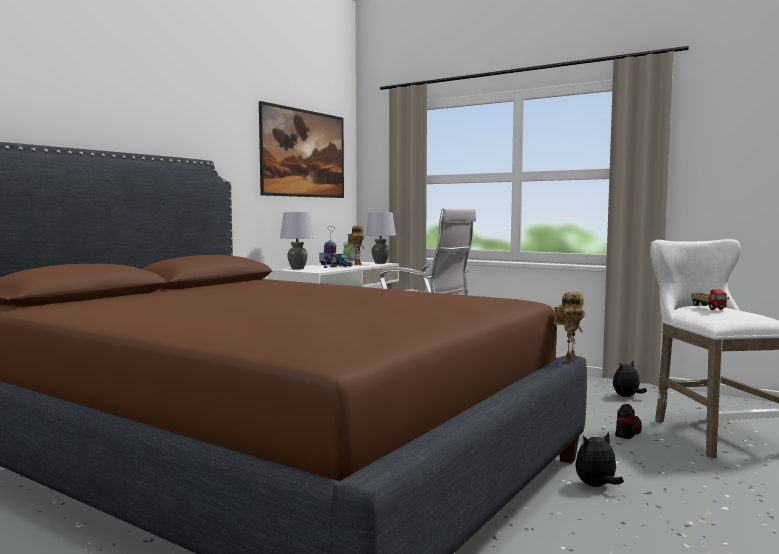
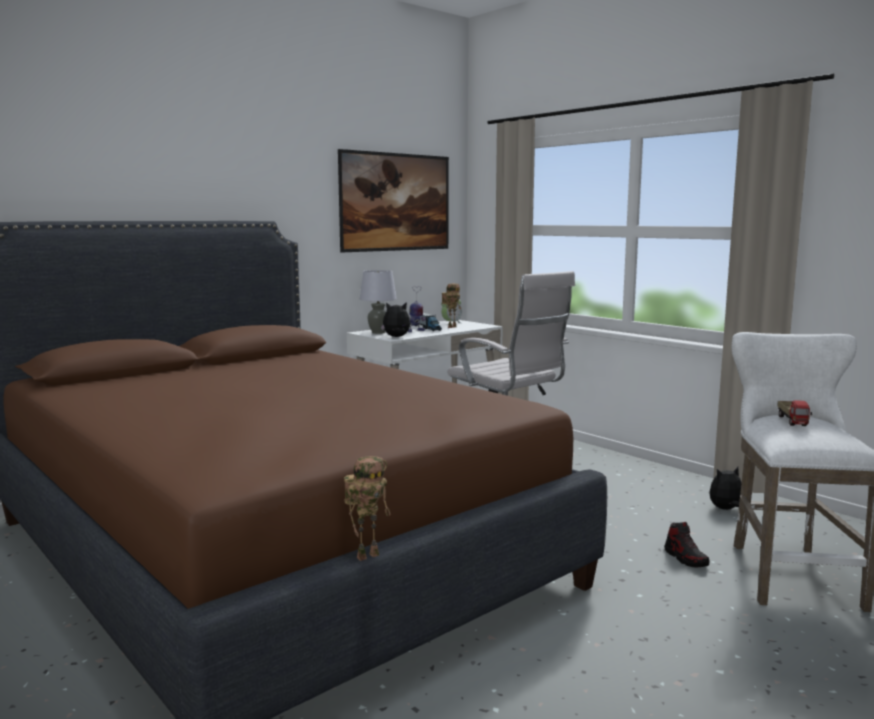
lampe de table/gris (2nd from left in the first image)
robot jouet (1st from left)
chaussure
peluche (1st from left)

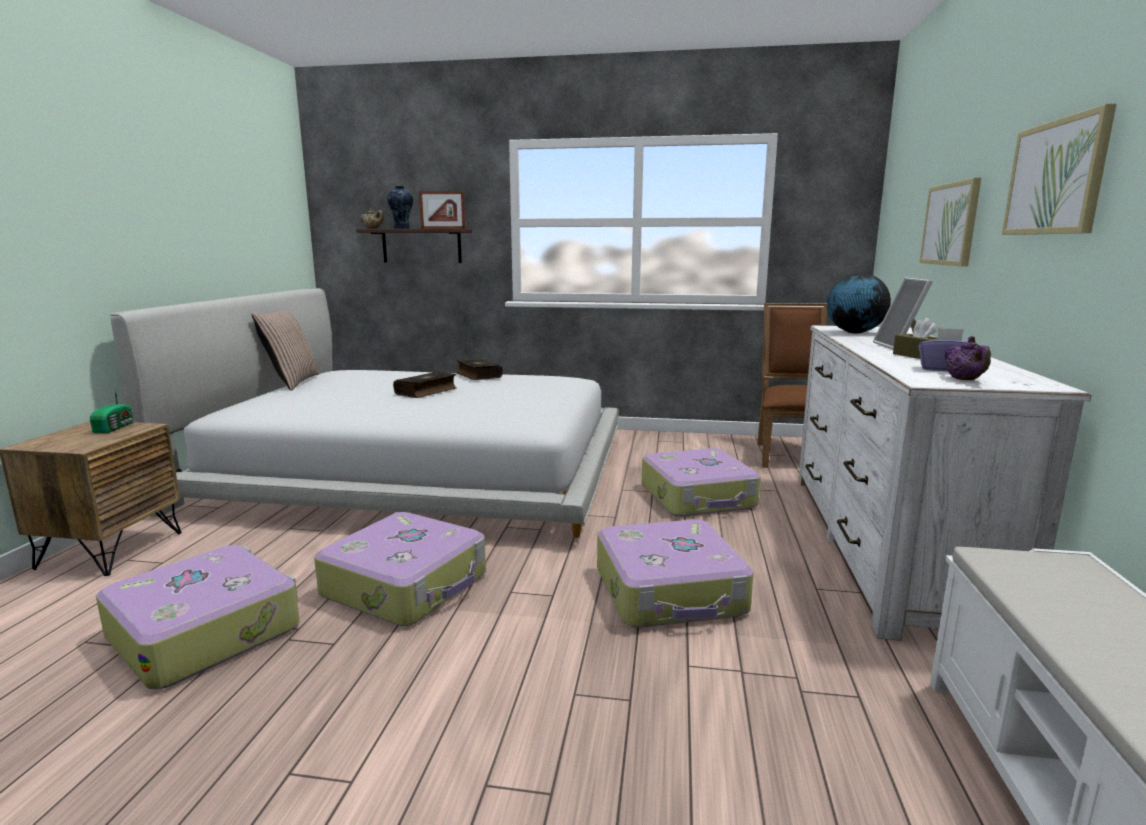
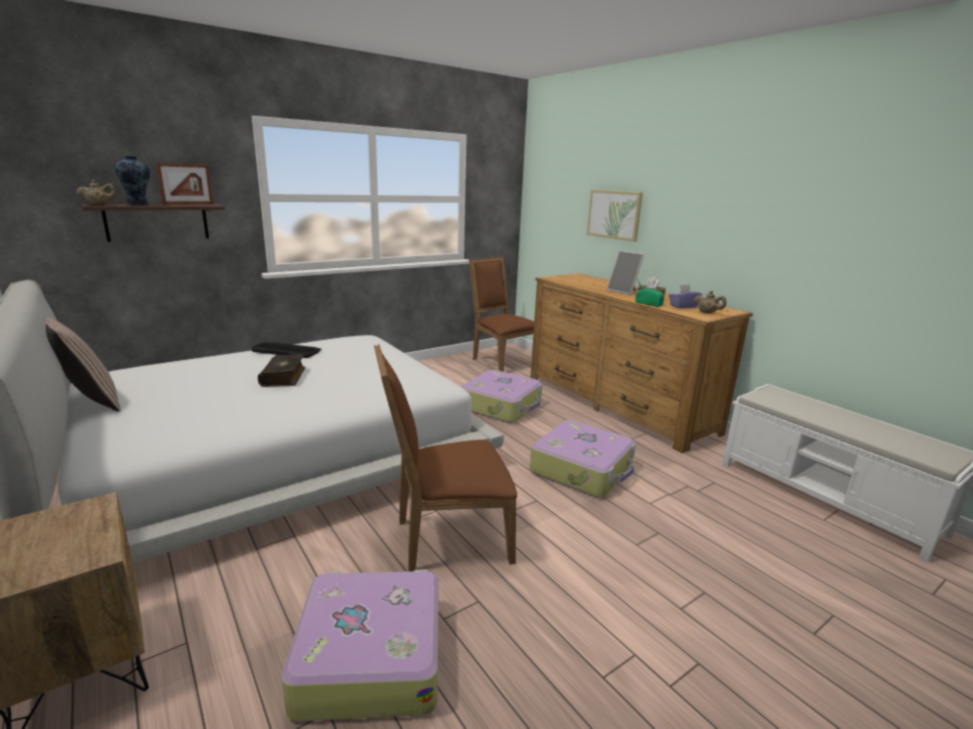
tableau (2nd from left in the first image)
globe
commode/marron
théière/beige (2nd from left)
clavier
radio
chaise/marron (1st from left)

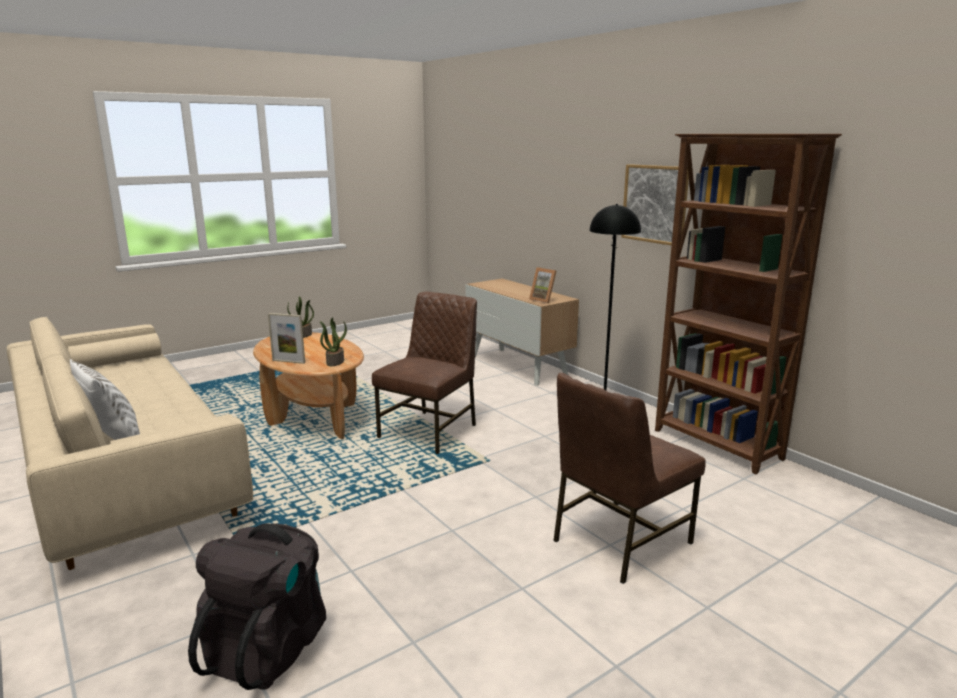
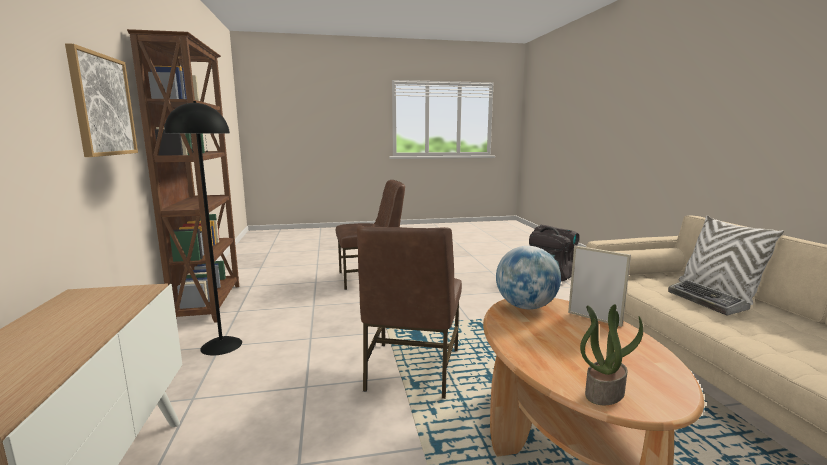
cadre photo (2nd from left in the first image)
chaise/marron (2nd from left)
globe
clavier

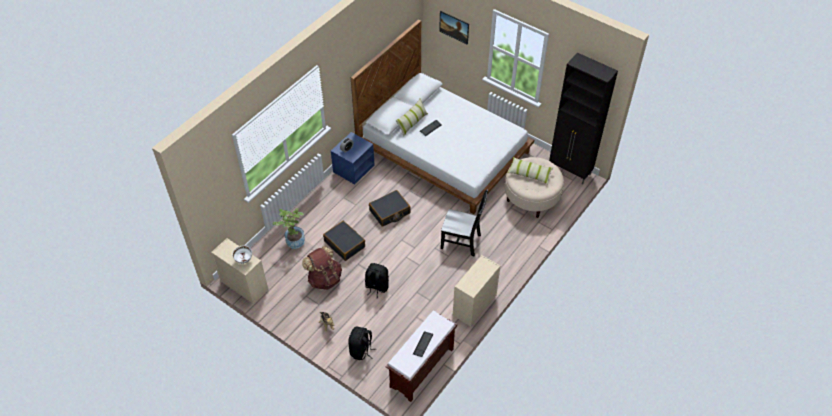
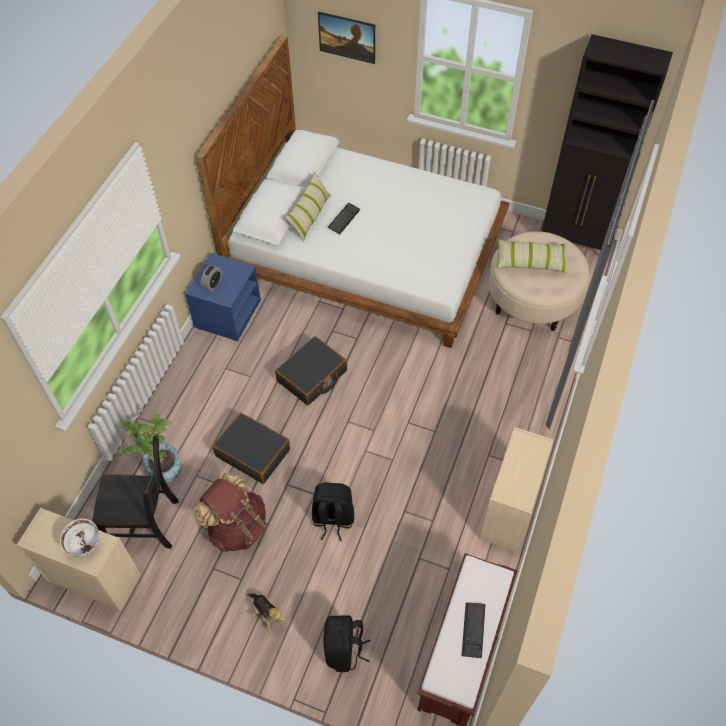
chaise/noir

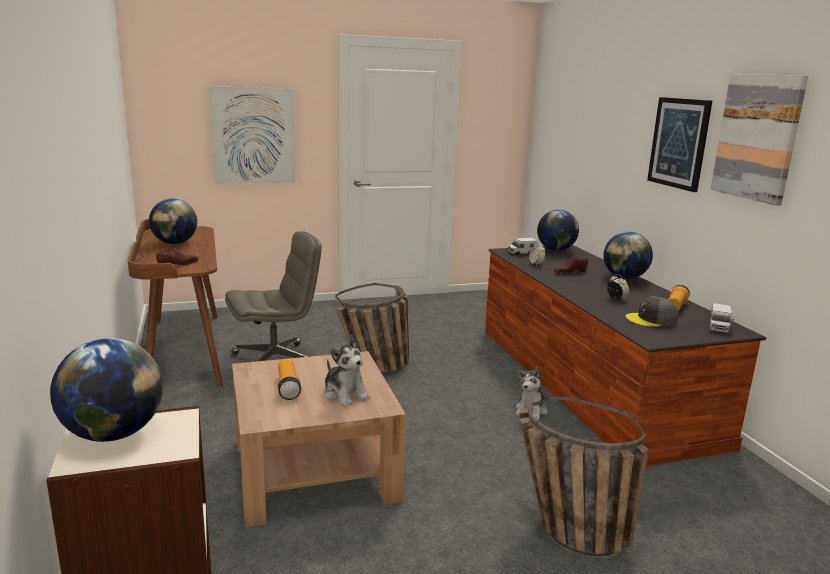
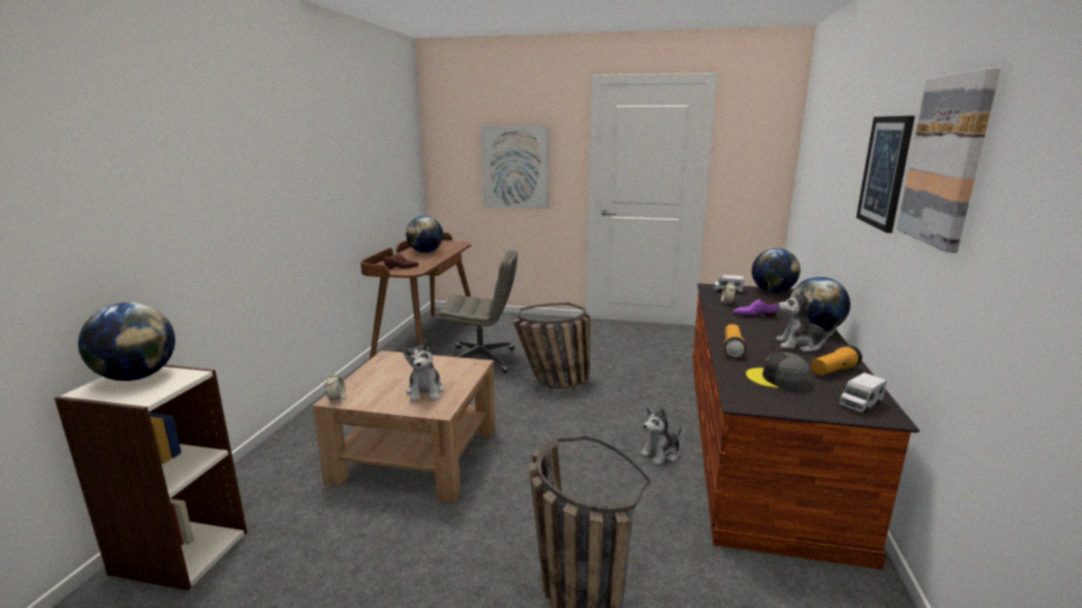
chaussure/violet
réveil (1st from left)
lampe de poche (1st from left)
peluche (3rd from left)

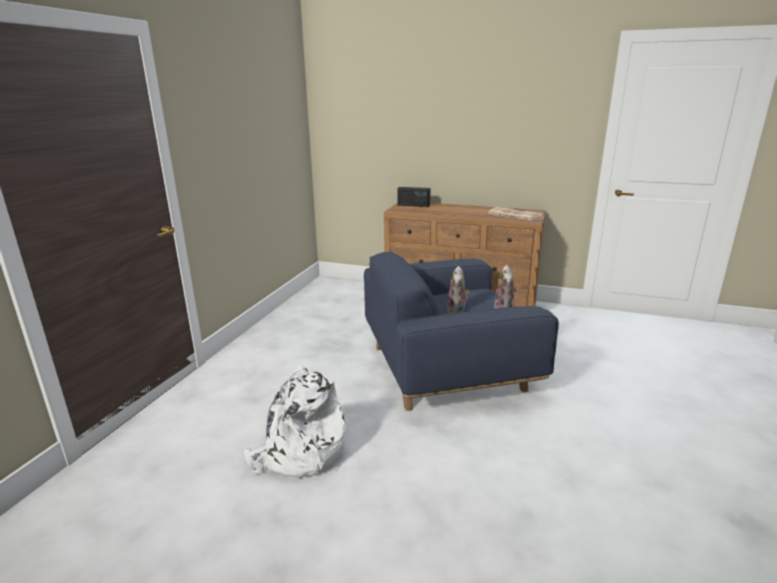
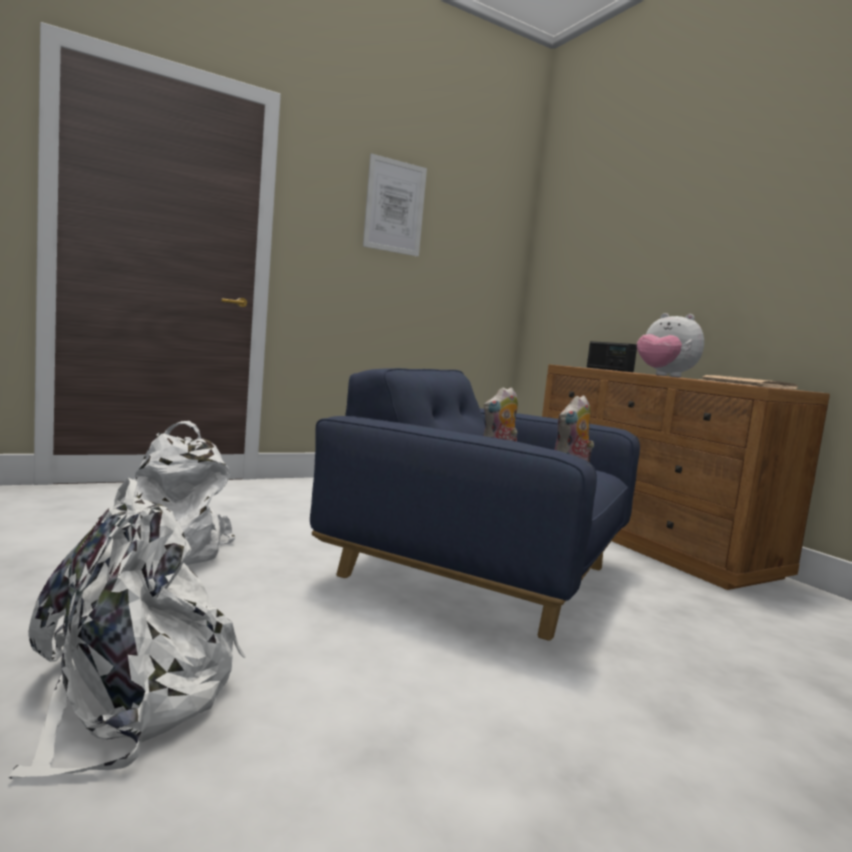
tableau
peluche (3rd from left)
sac à dos/blanc (1st from left)

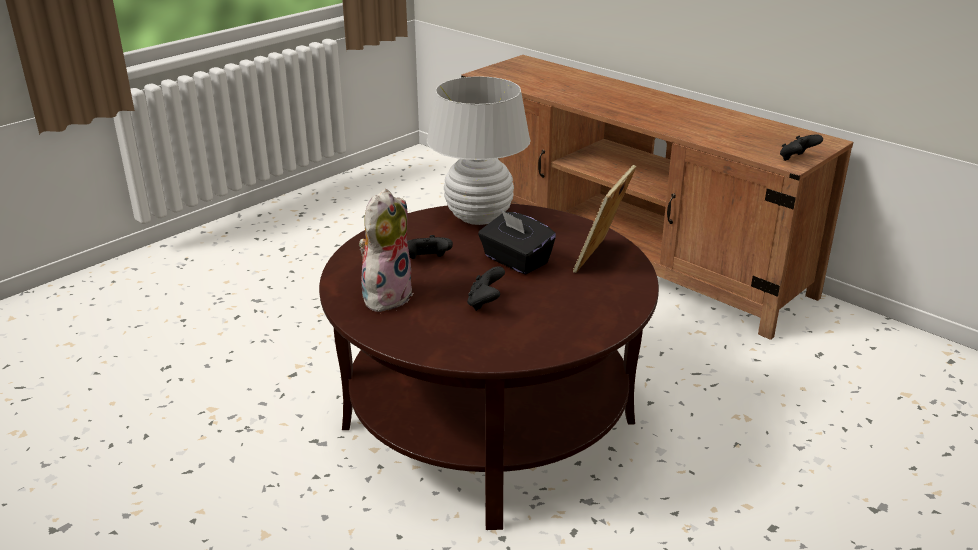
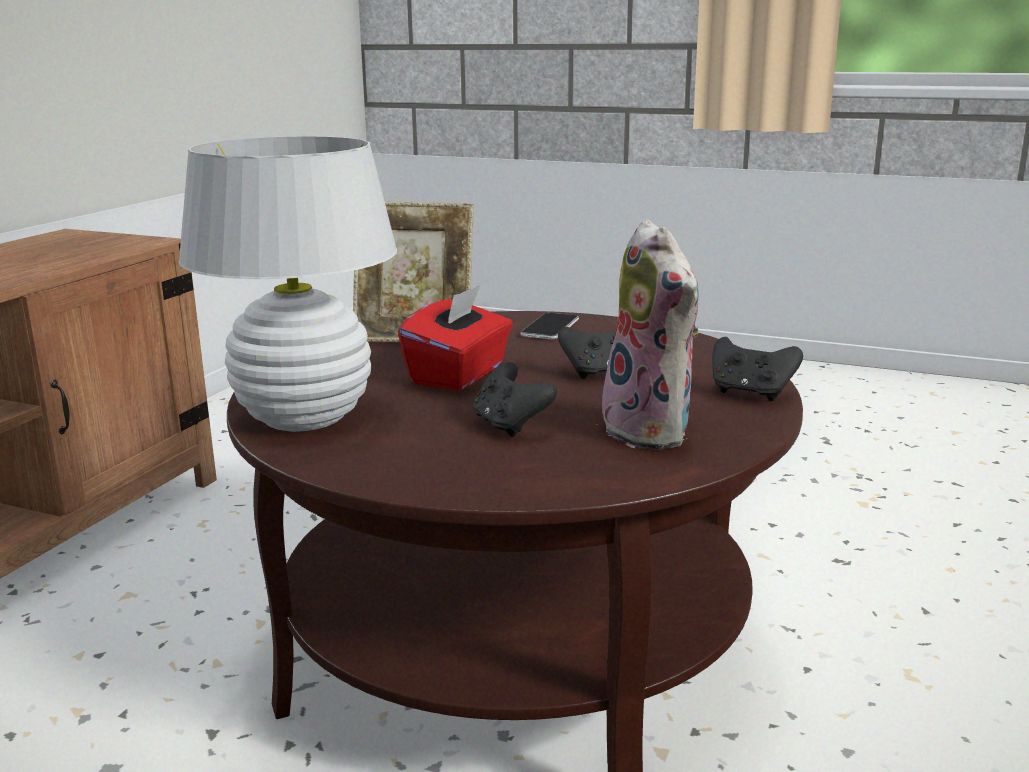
manette/noir (3rd from left)
peluche
boîte à mouchoirs/rouge
téléphone

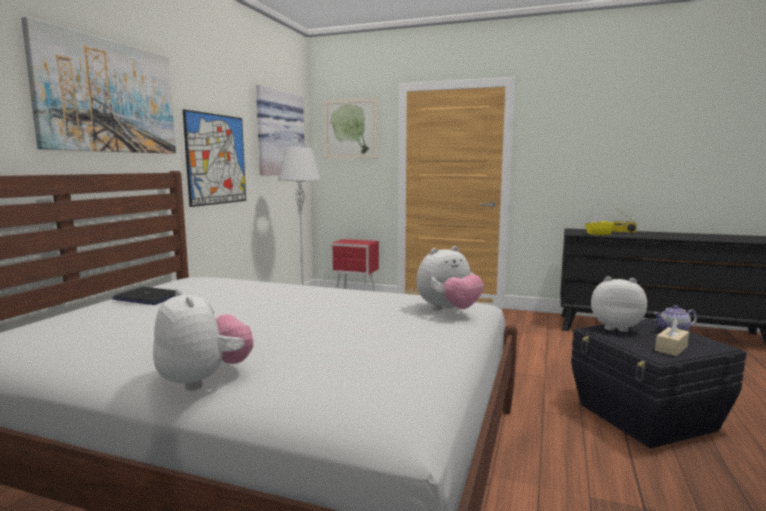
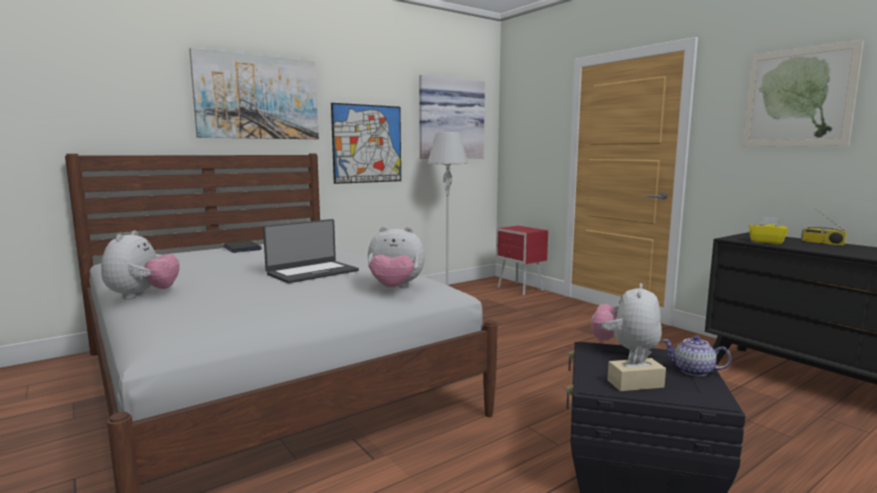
tableau (4th from left)
peluche (3rd from left)
ordinateur portable (2nd from left)

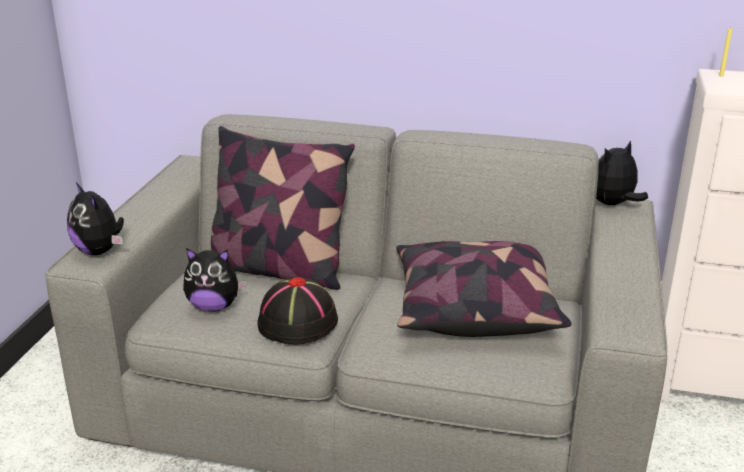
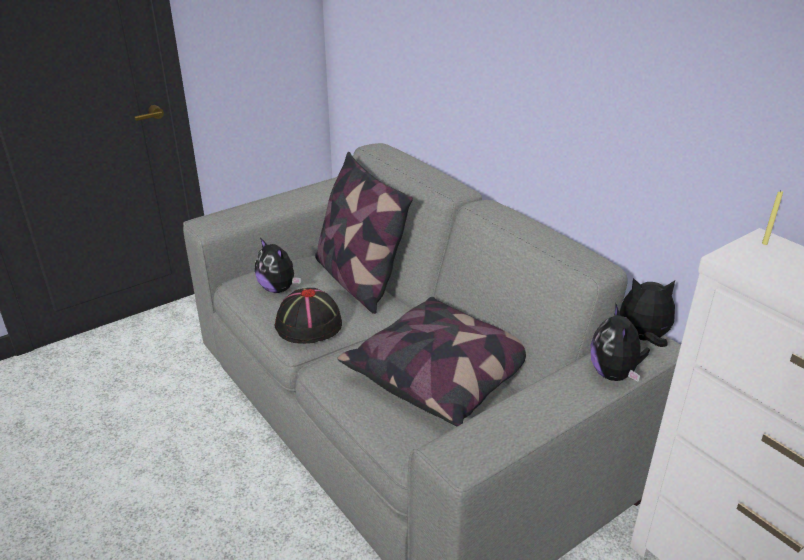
peluche (2nd from left)

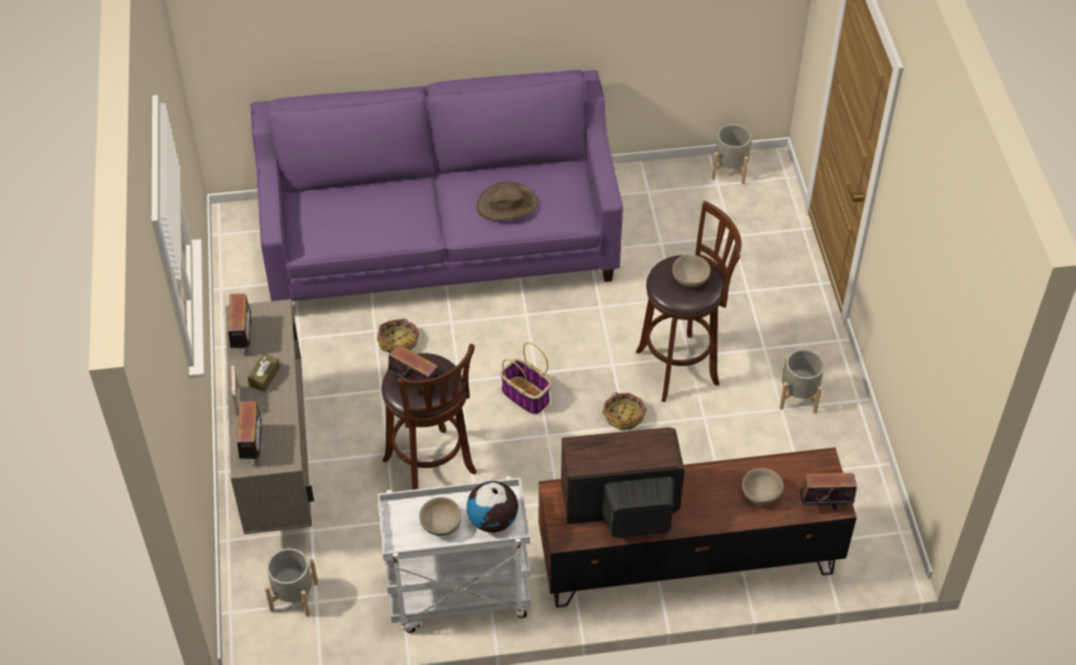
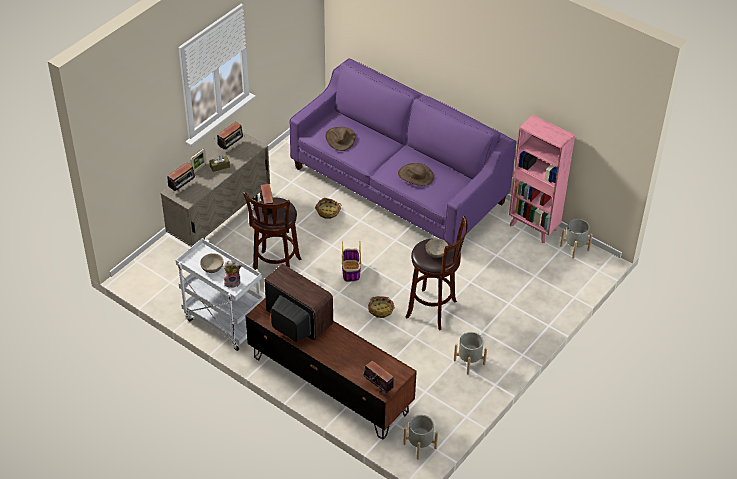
bol/beige (3rd from left in the first image)
peluche
cache-pot/gris (1st from left)
bibliothèque/rose
chapeau/marron (1st from left)

